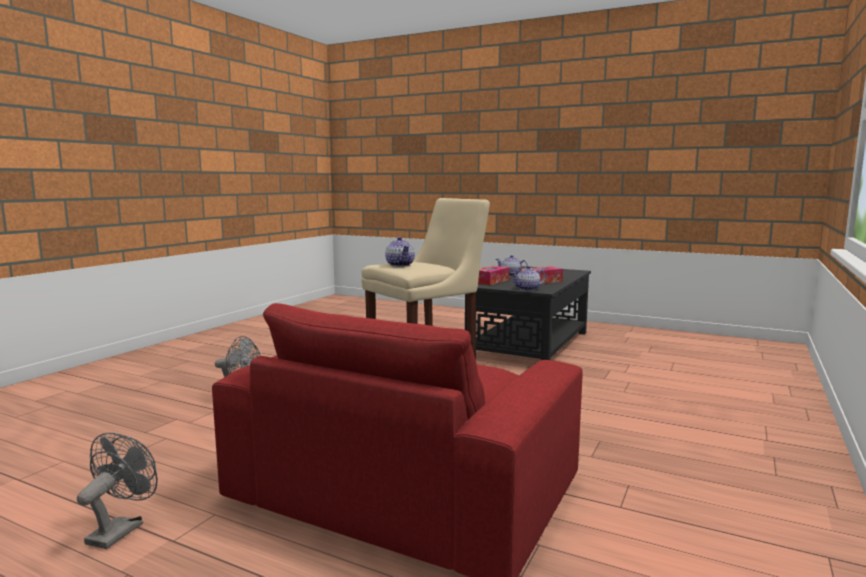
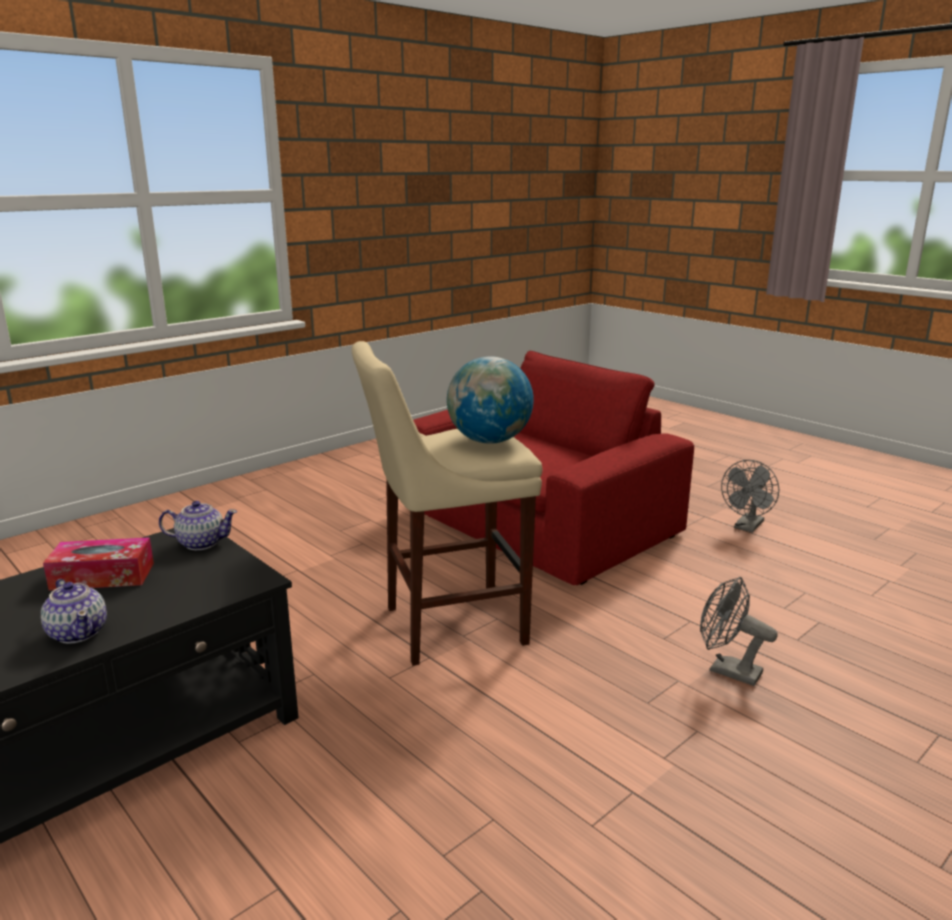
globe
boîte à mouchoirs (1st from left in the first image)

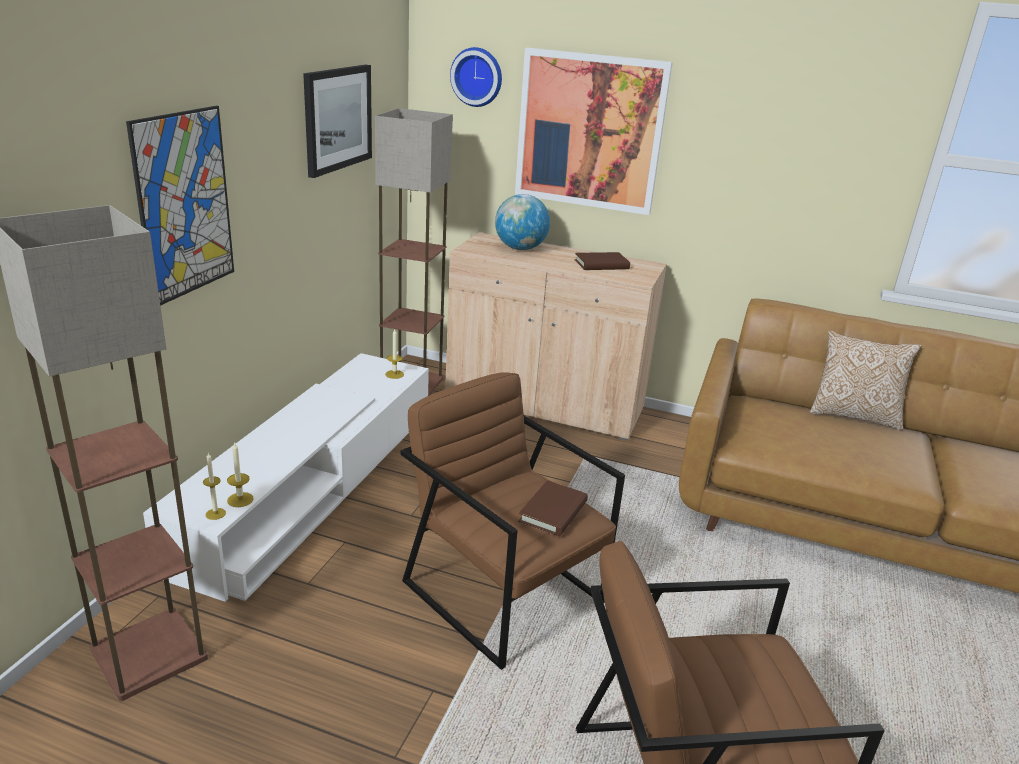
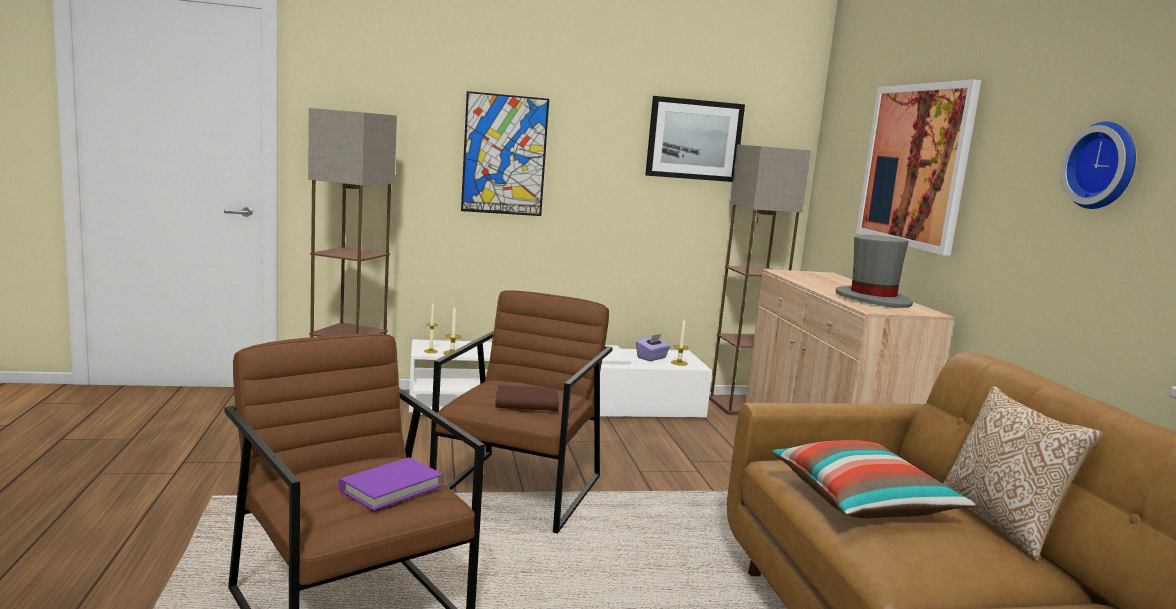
horloge murale
globe
chapeau/gris
boîte à mouchoirs/violet
coussin (1st from left)
livre/violet

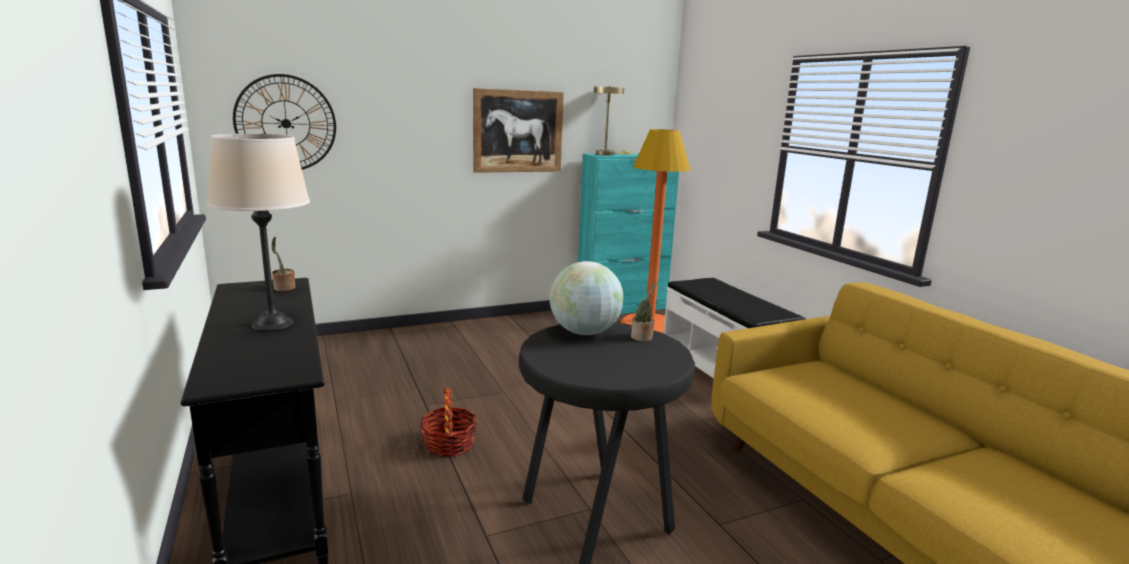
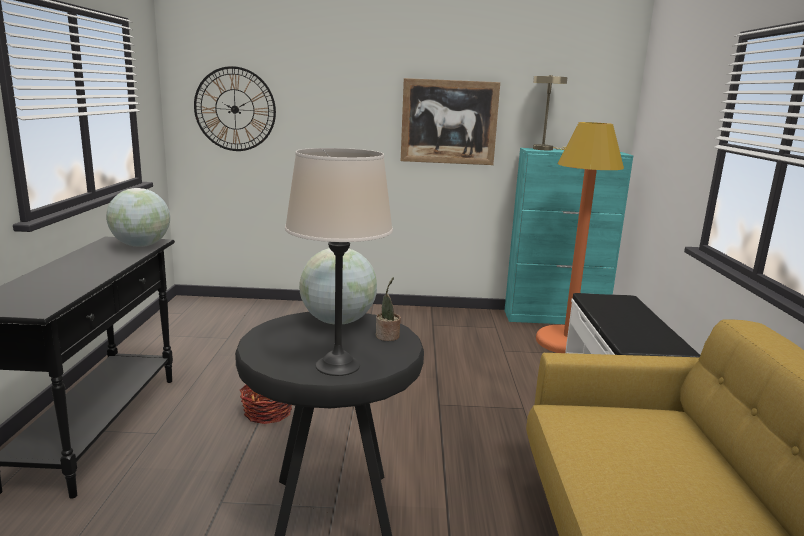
lampe de table/beige (1st from left)
globe (1st from left)

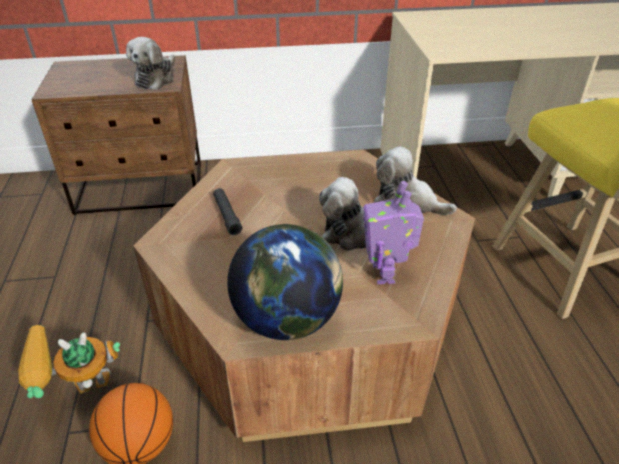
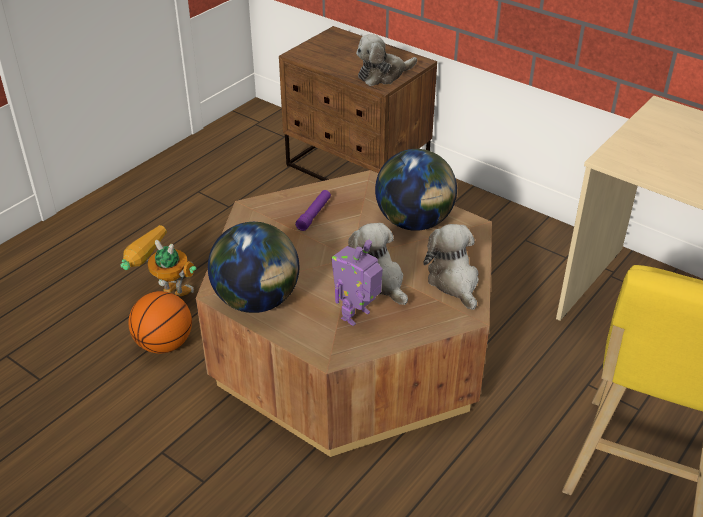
lampe de poche/violet
globe (2nd from left)

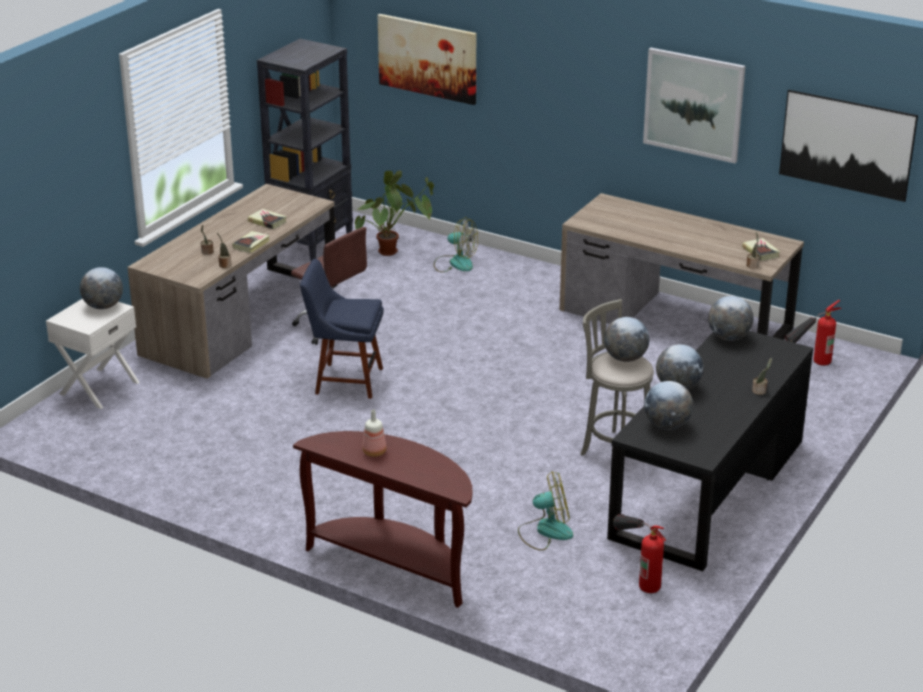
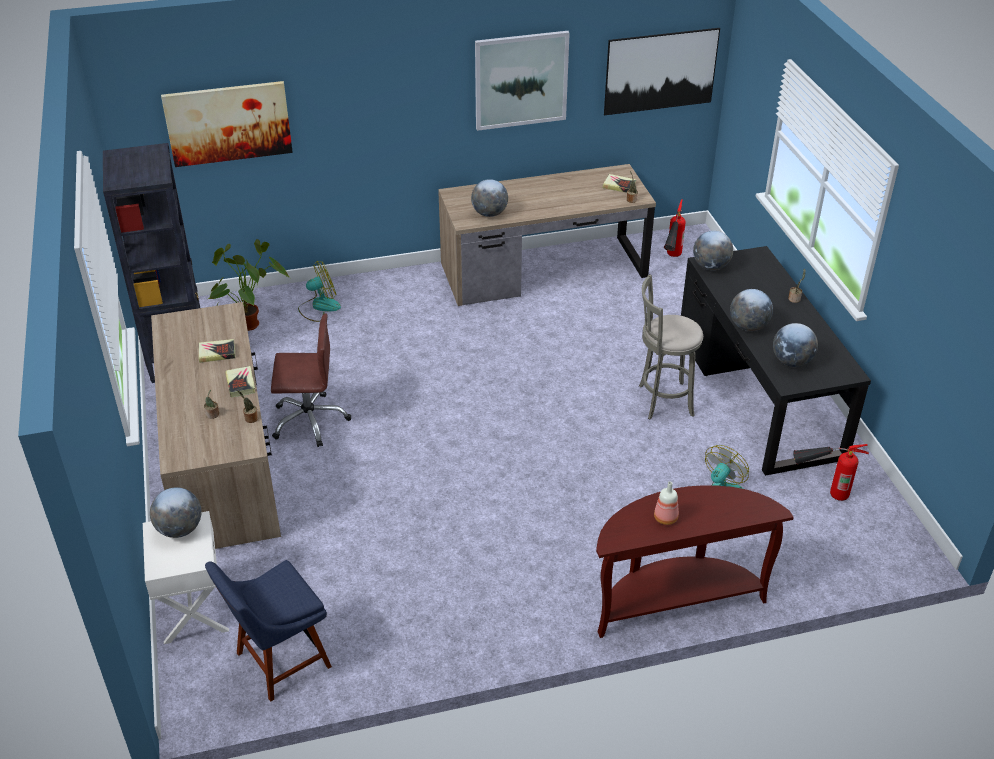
chaise/bleu
globe (2nd from left)

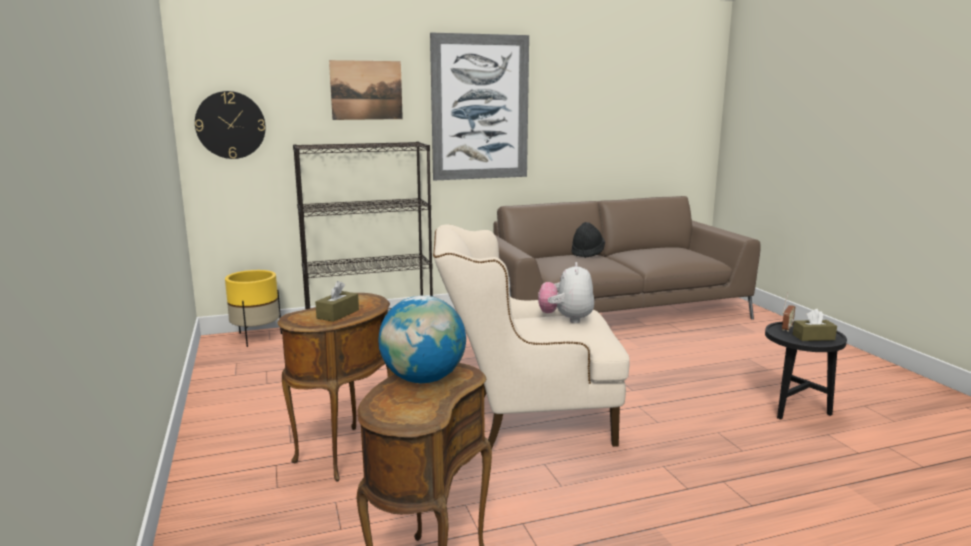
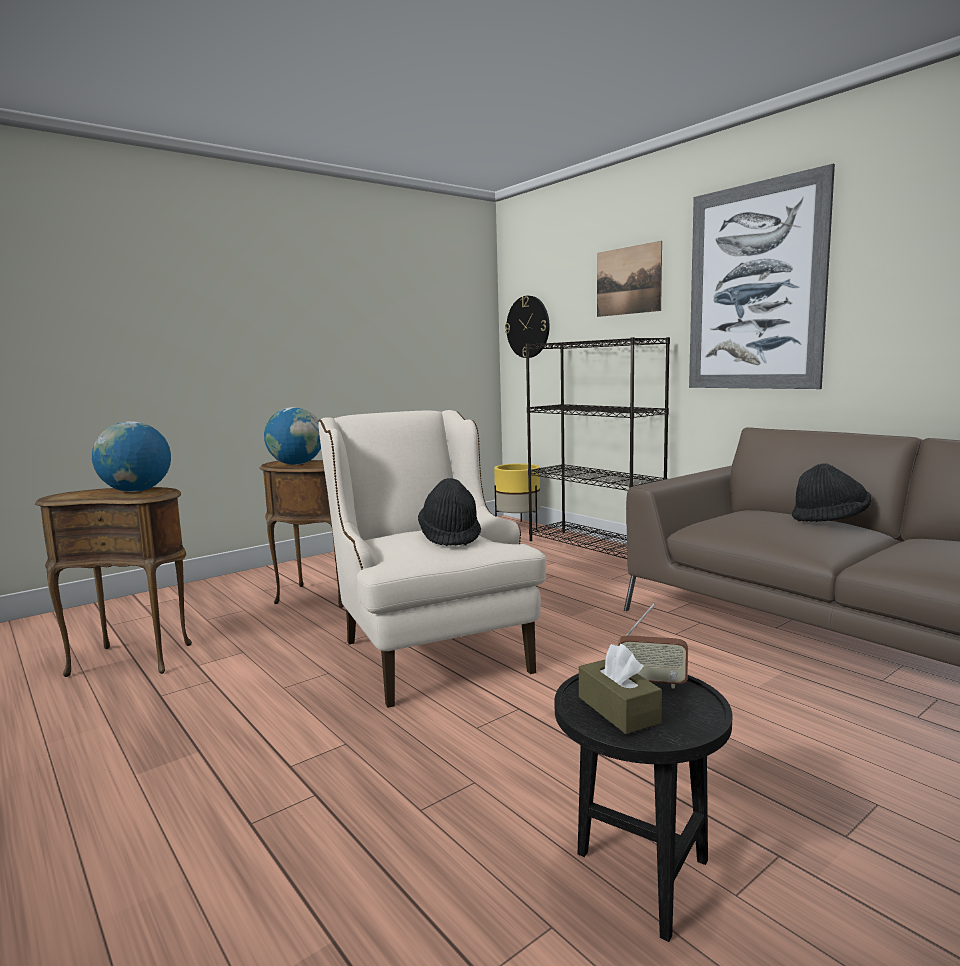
chapeau/noir (1st from left)
globe (2nd from left)

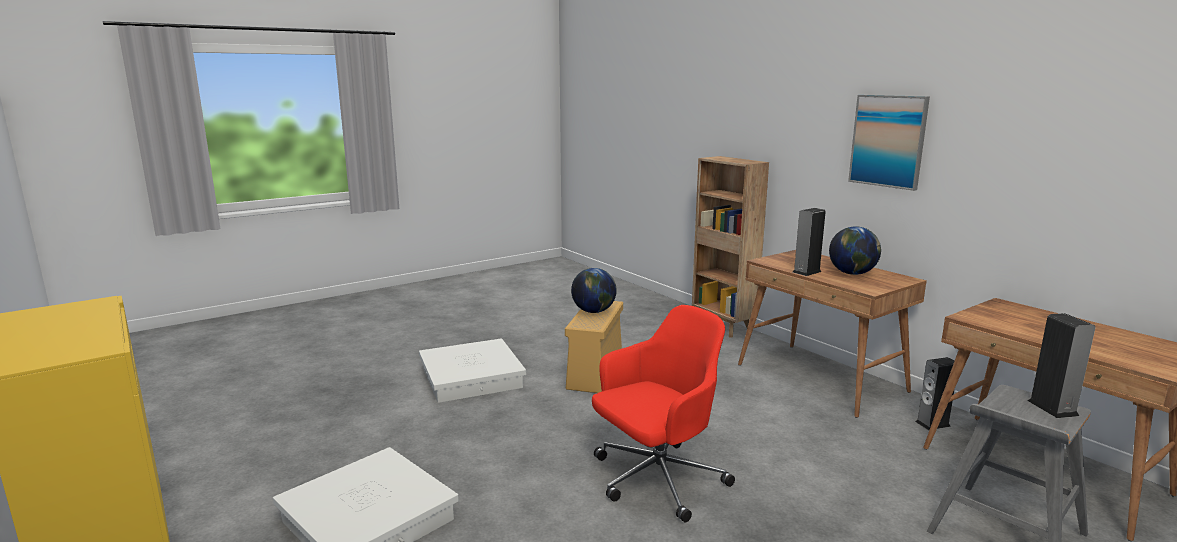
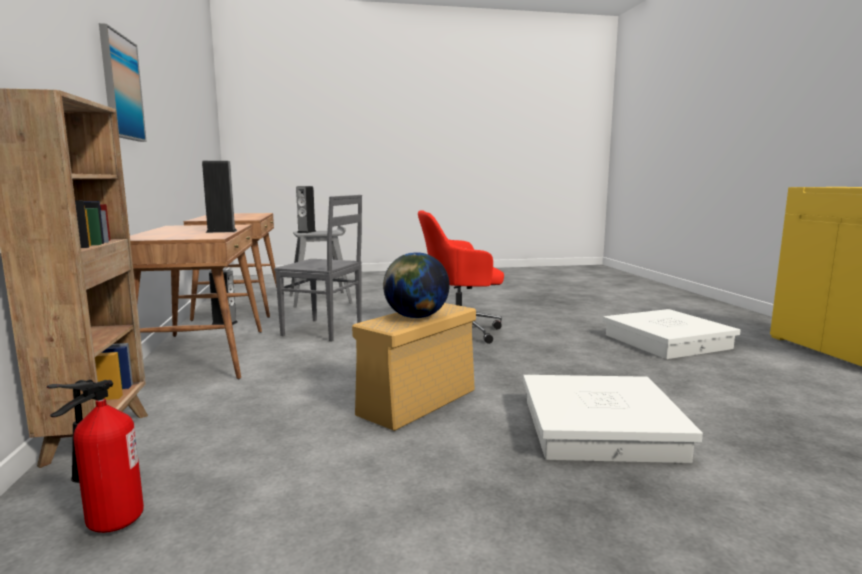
globe (2nd from left in the first image)
chaise/gris
extincteur

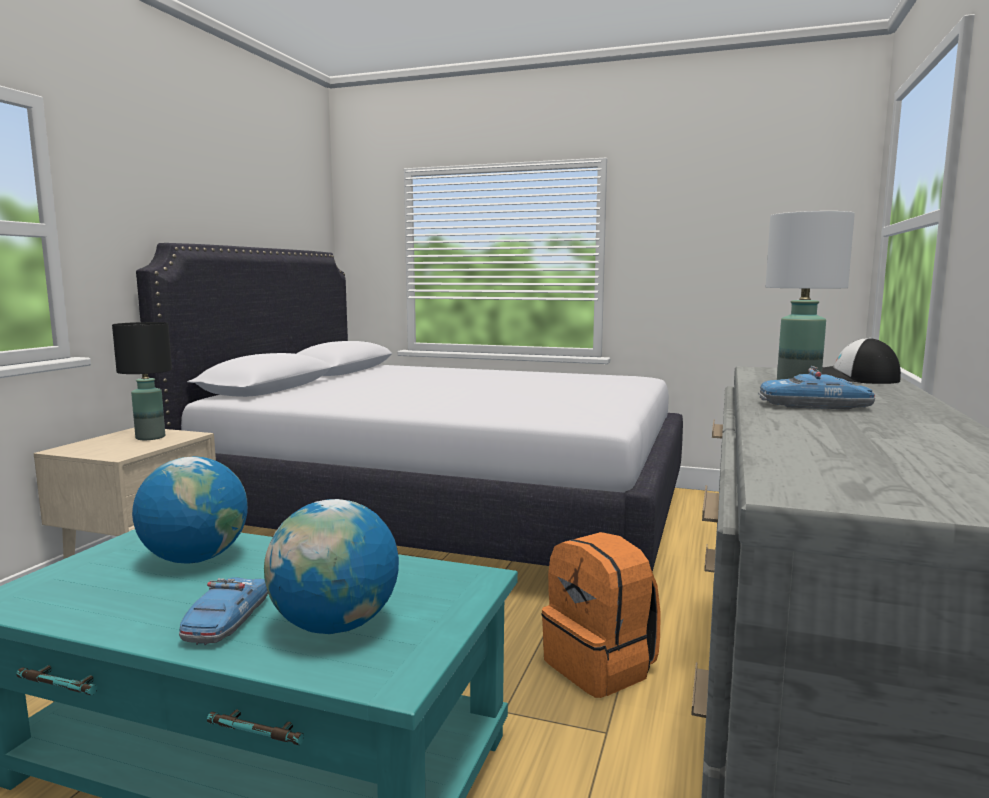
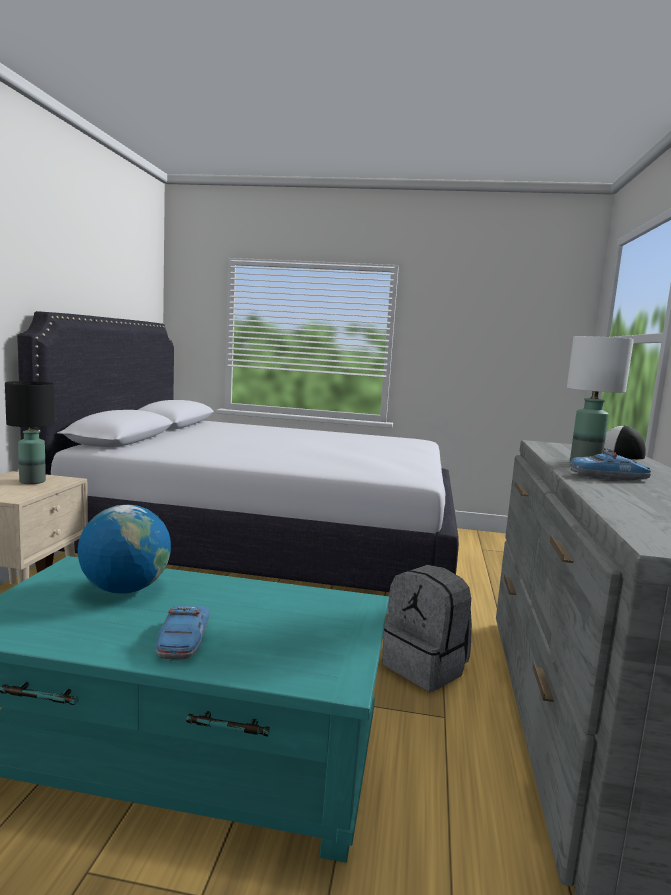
globe (2nd from left in the first image)
sac à dos/gris

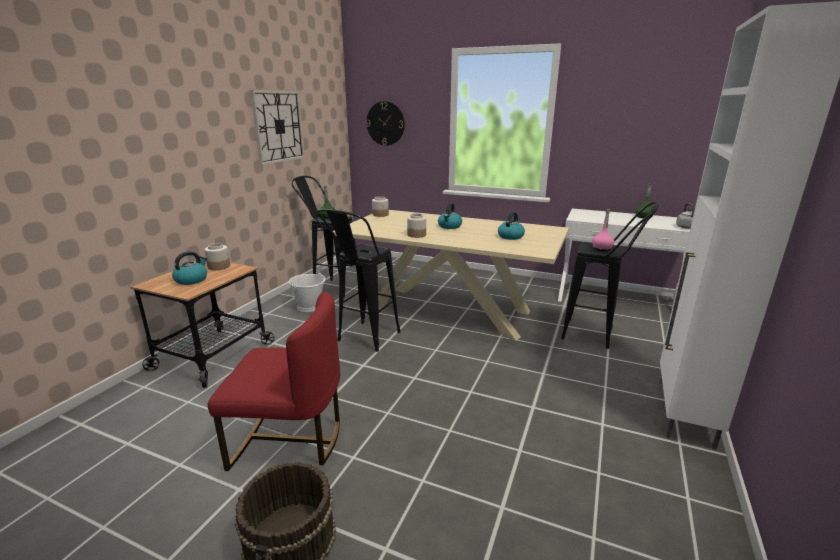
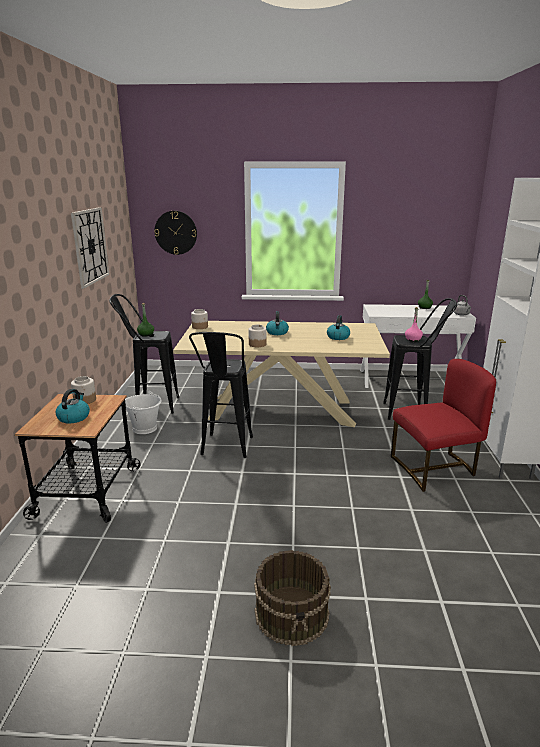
chaise/rouge

